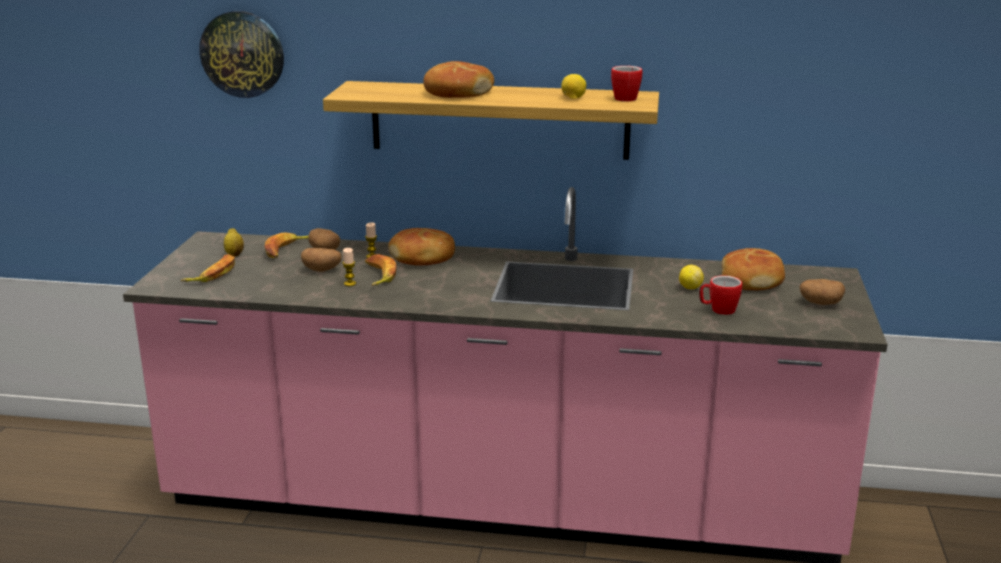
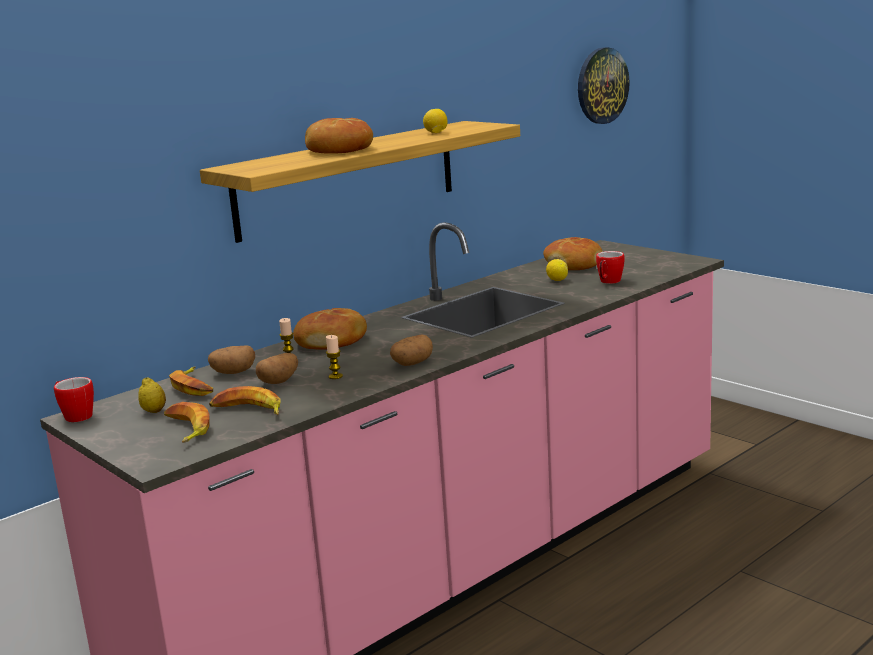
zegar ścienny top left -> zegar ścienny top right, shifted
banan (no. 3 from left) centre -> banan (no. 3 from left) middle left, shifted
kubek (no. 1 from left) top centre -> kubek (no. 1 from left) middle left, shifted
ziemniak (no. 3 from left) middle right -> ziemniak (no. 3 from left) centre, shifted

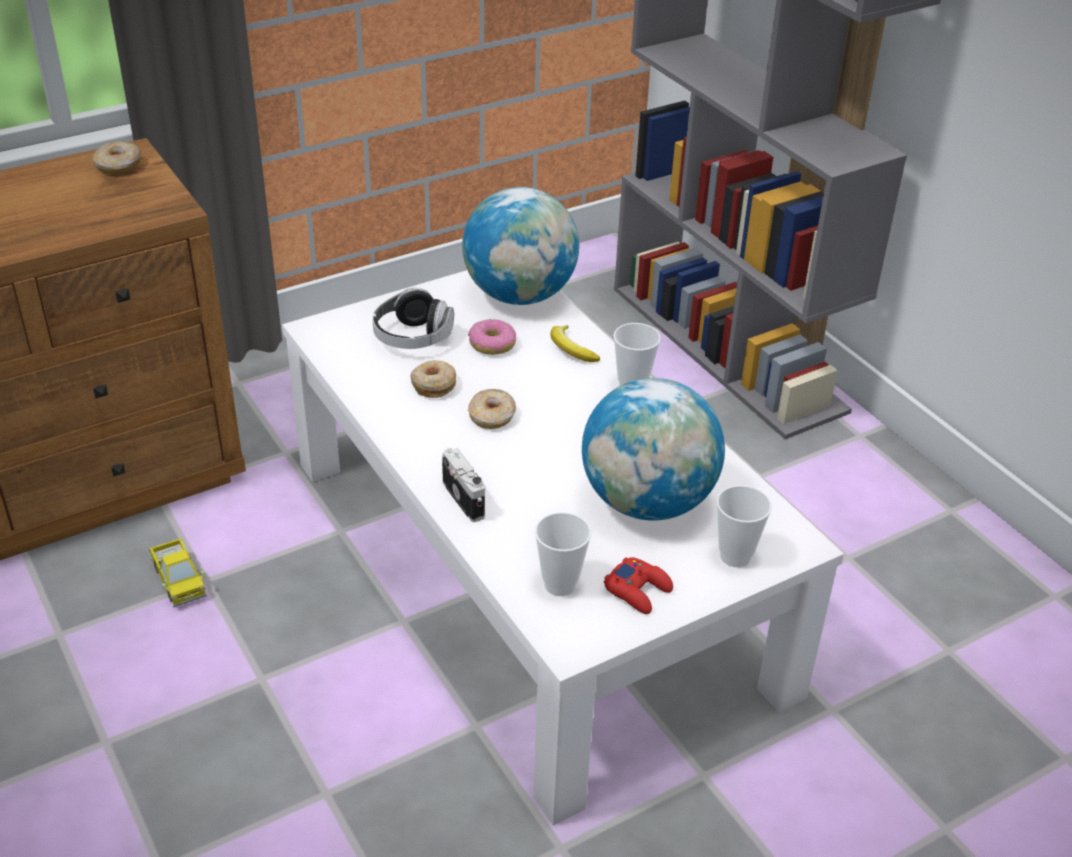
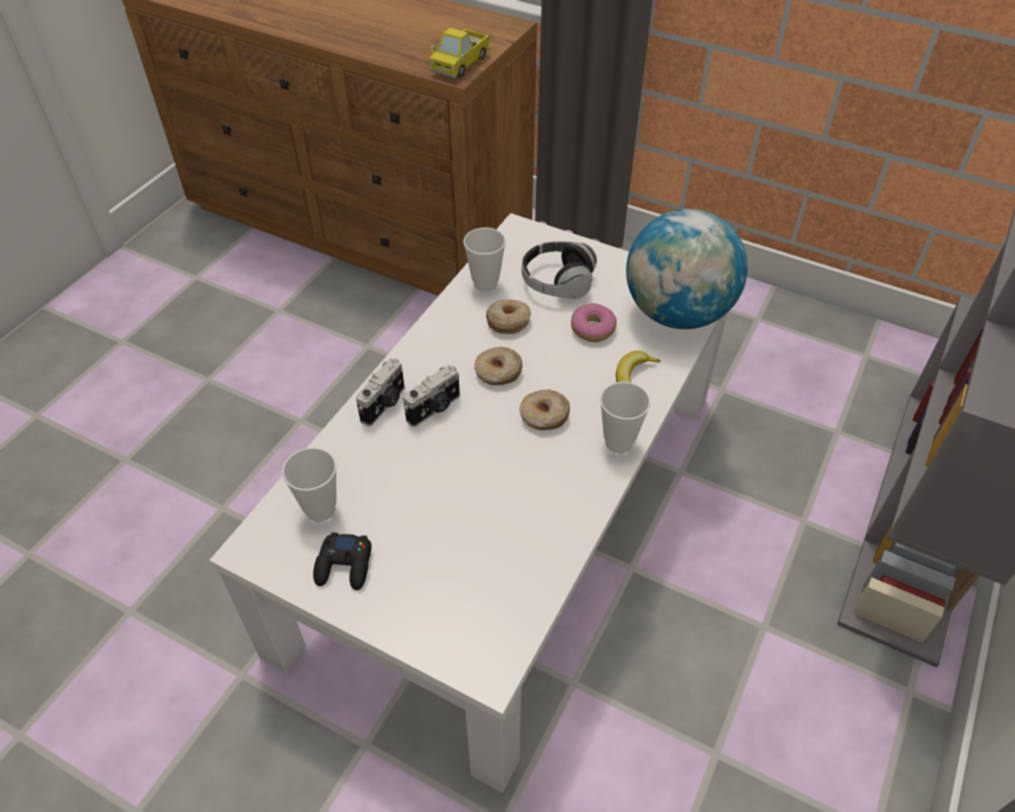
globus (no. 2 from left) centre -> none
none -> aparat fotograficzny (no. 2 from left) centre
donut (no. 1 from left in the first image) top left -> donut (no. 3 from left) centre, shifted
ciężarówka zabawkowa bottom left -> ciężarówka zabawkowa top centre, shifted
filiżanka (no. 3 from left in the first image) middle right -> filiżanka (no. 2 from left) top centre, shifted
pad do gier (czerwony) bottom centre -> pad do gier (czarny) bottom centre

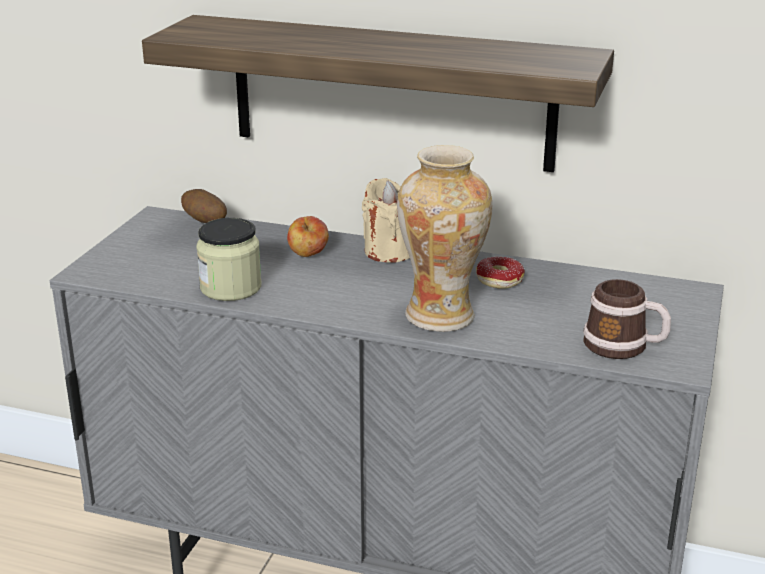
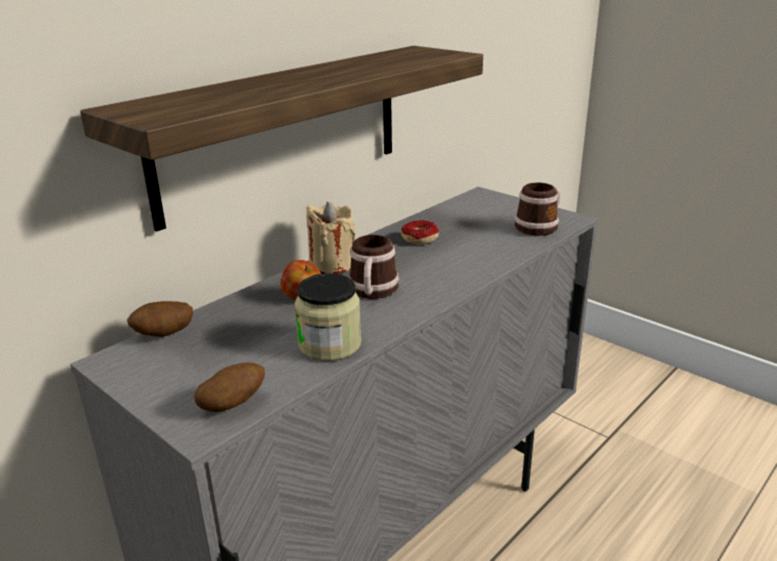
wazon centre -> none
none -> ziemniak (no. 2 from left) bottom left
none -> kubek (no. 1 from left) centre

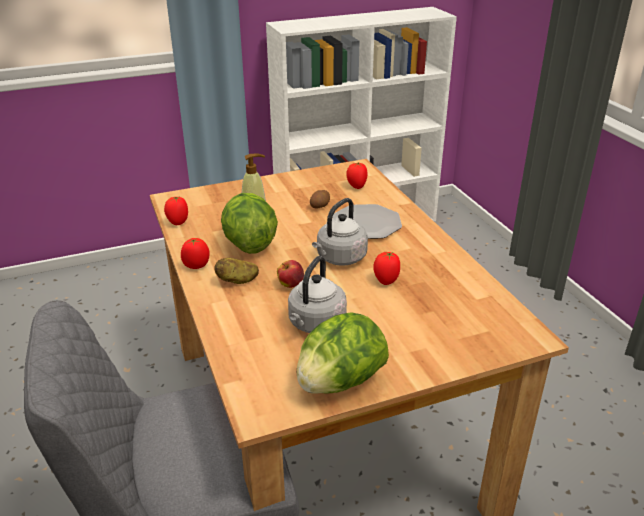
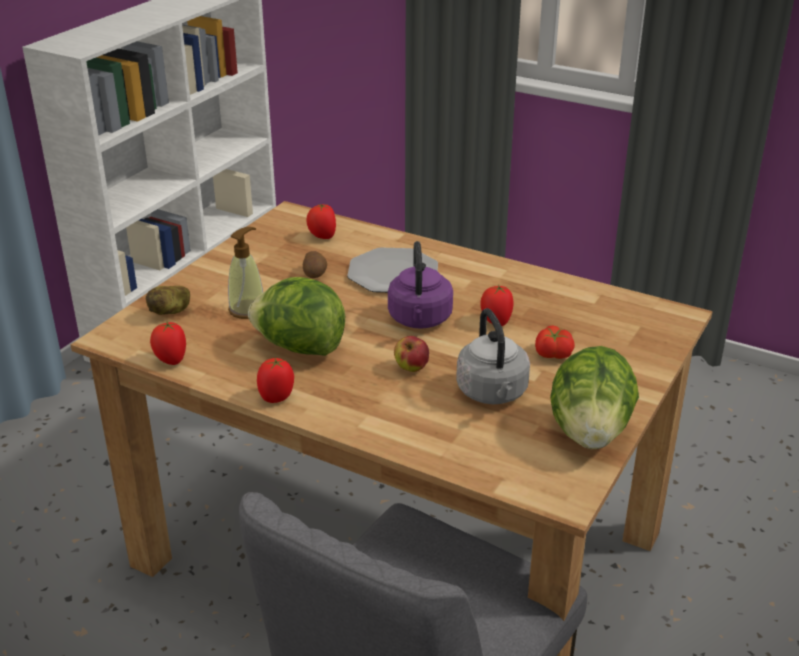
none -> pomidor (no. 5 from left) middle right
ziemniak (no. 1 from left) centre -> ziemniak (no. 1 from left) middle left, shifted
czajnik (szary) (no. 2 from left) centre -> czajnik (fioletowy) centre

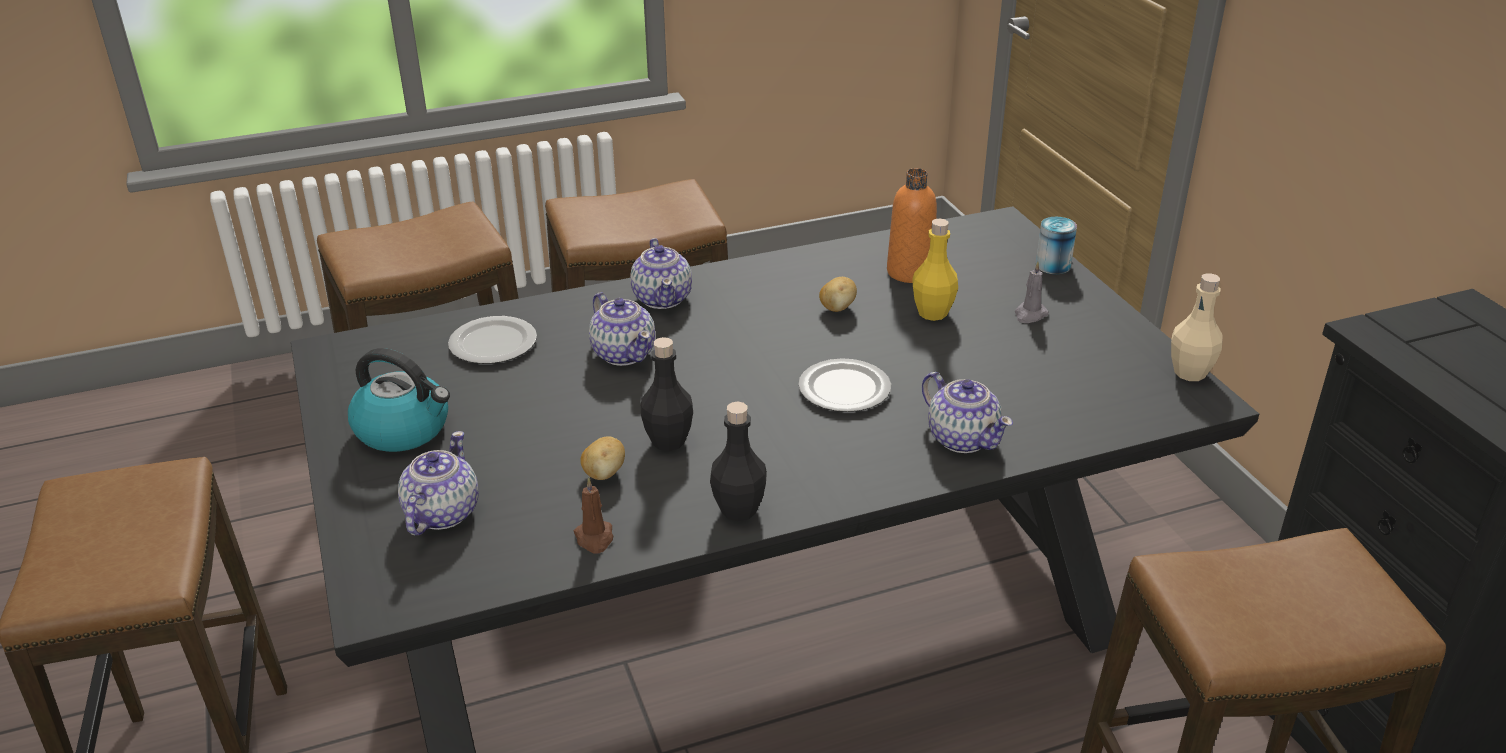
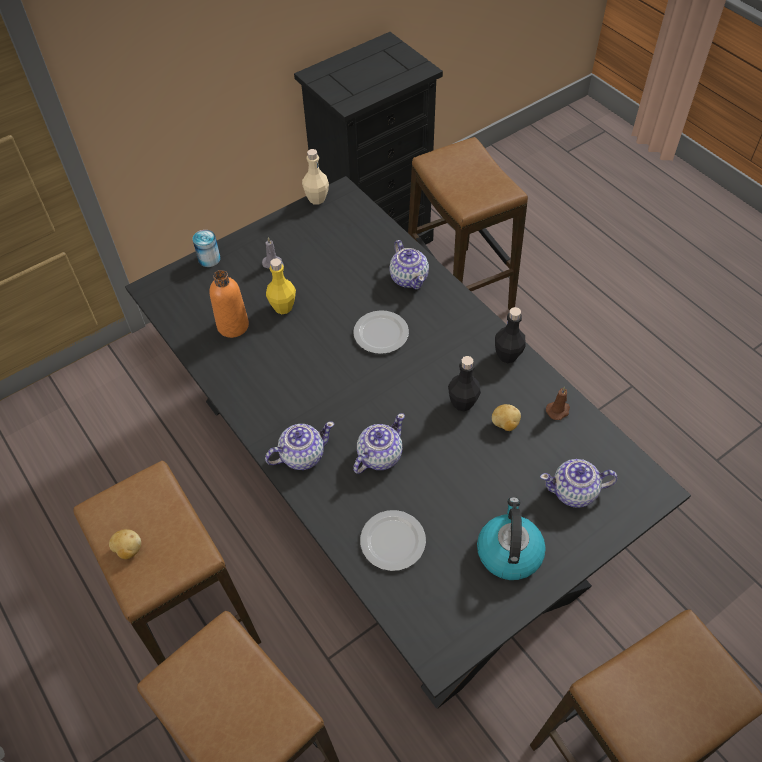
ziemniak (no. 2 from left in the first image) centre -> ziemniak (no. 1 from left) bottom left, shifted
imbryk (no. 4 from left in the first image) centre -> imbryk (no. 3 from left) centre, 120 degrees clockwise

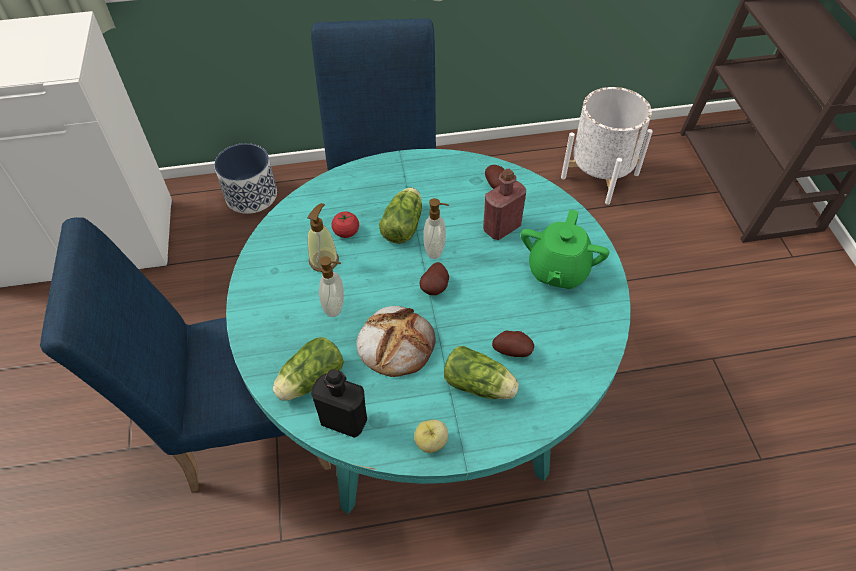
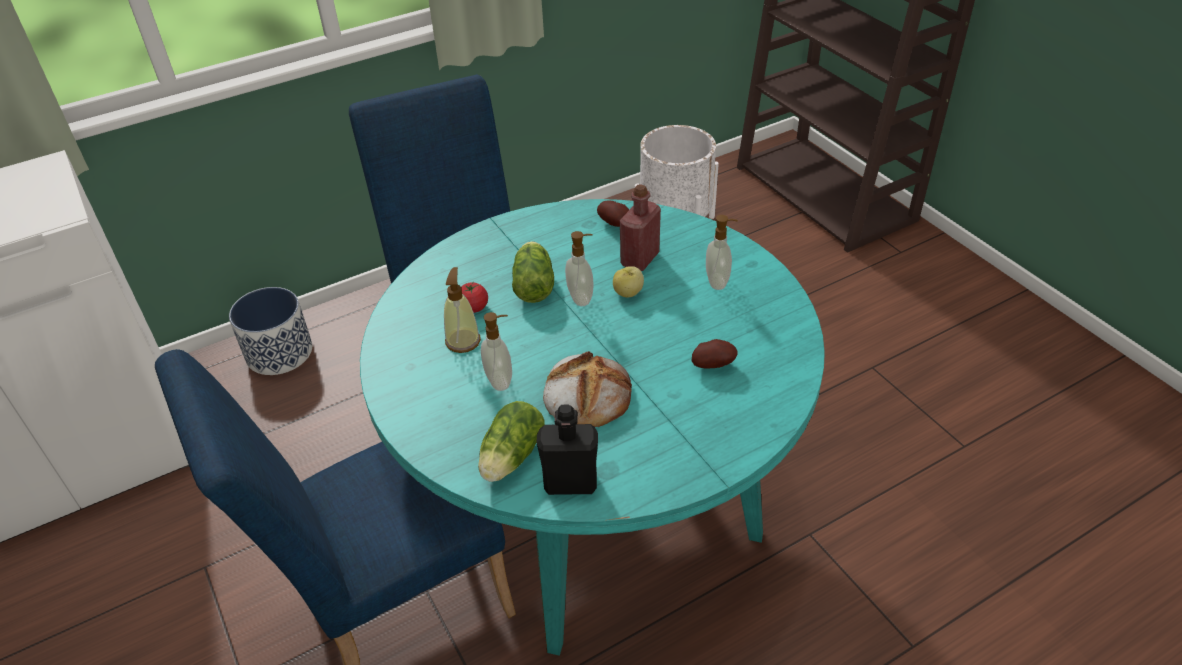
ziemniak (no. 1 from left) centre -> none
sałata (no. 3 from left) centre -> none
jabłko bottom centre -> jabłko centre, shifted
imbryk (zielony) centre -> dozownik mydła (no. 4 from left) centre

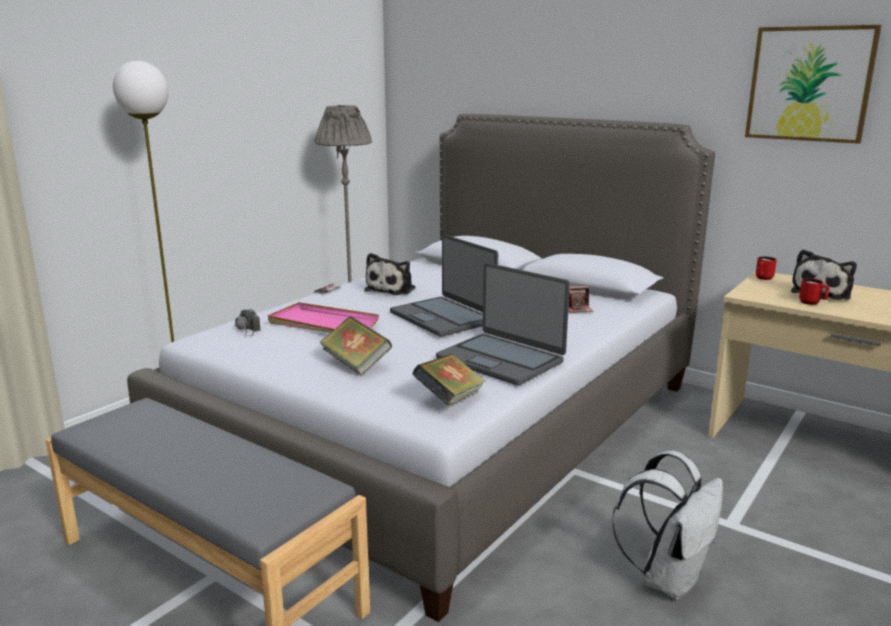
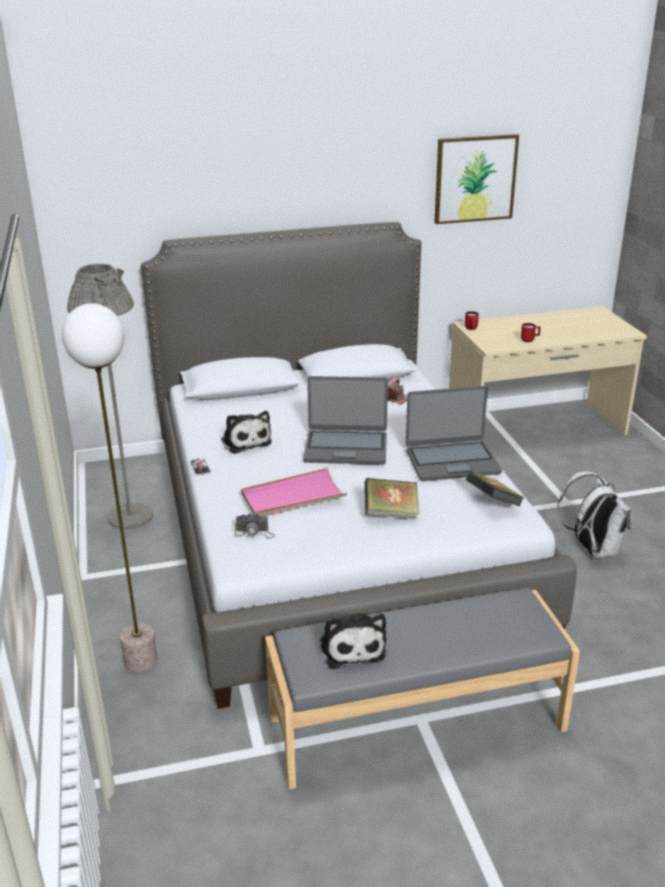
pluszak (no. 2 from left) middle right -> pluszak (no. 2 from left) bottom centre, shifted

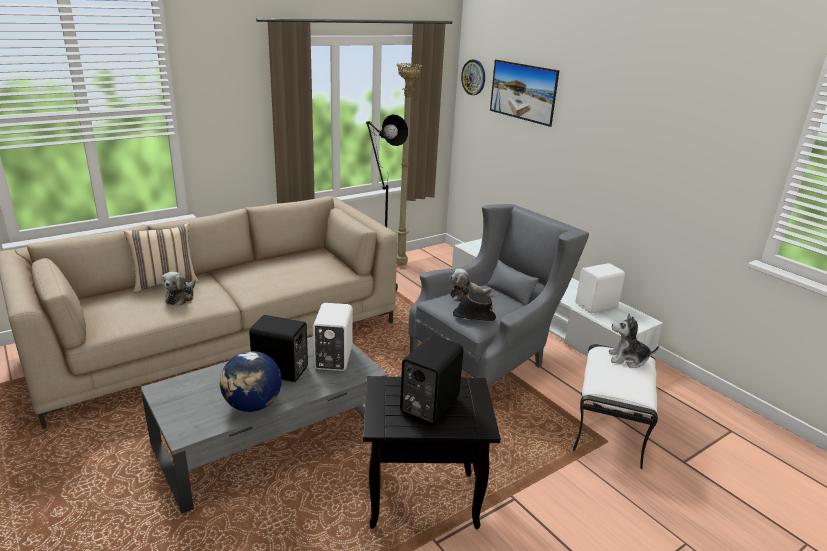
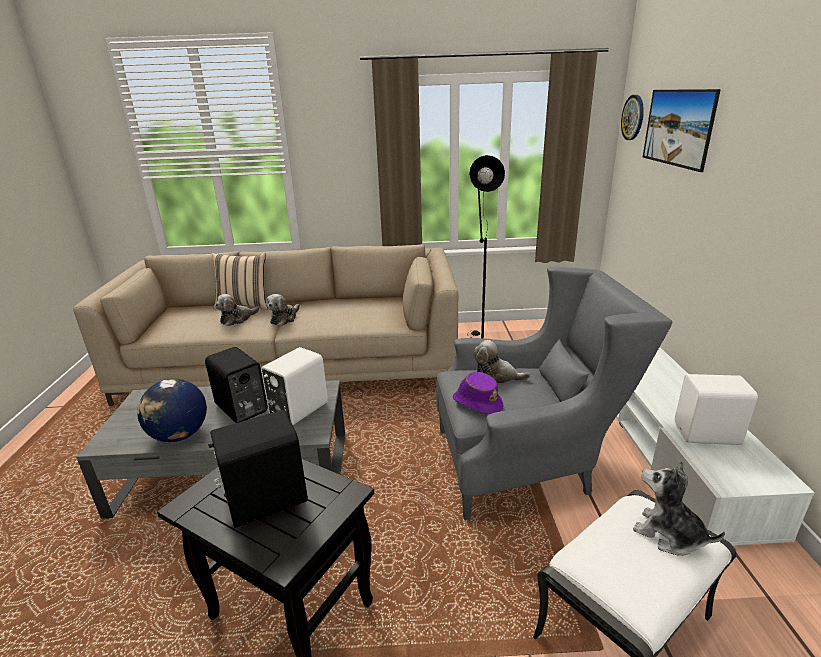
lampa stojąca (beżowy) top centre -> none
none -> pluszak (no. 2 from left) centre
kapelusz (czarny) centre -> kapelusz (fioletowy) centre

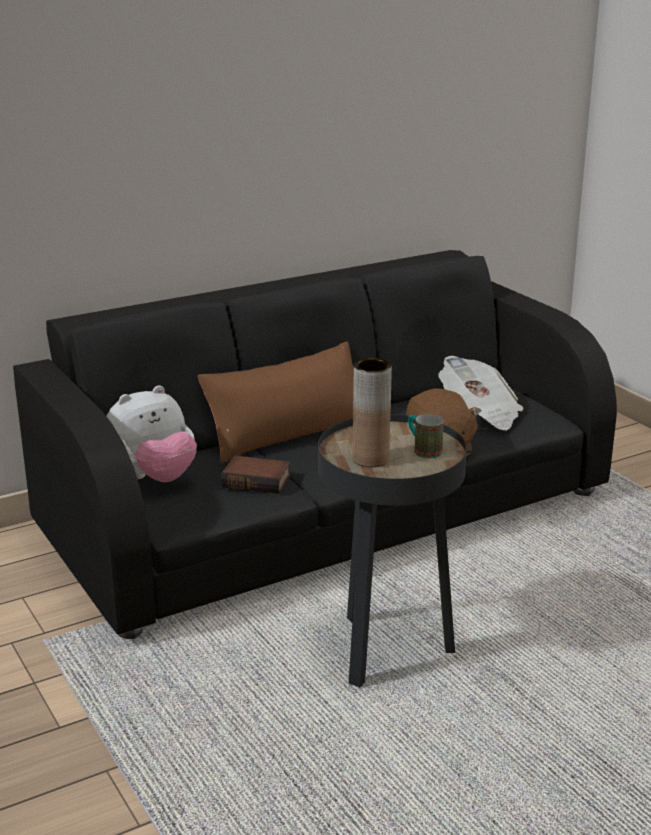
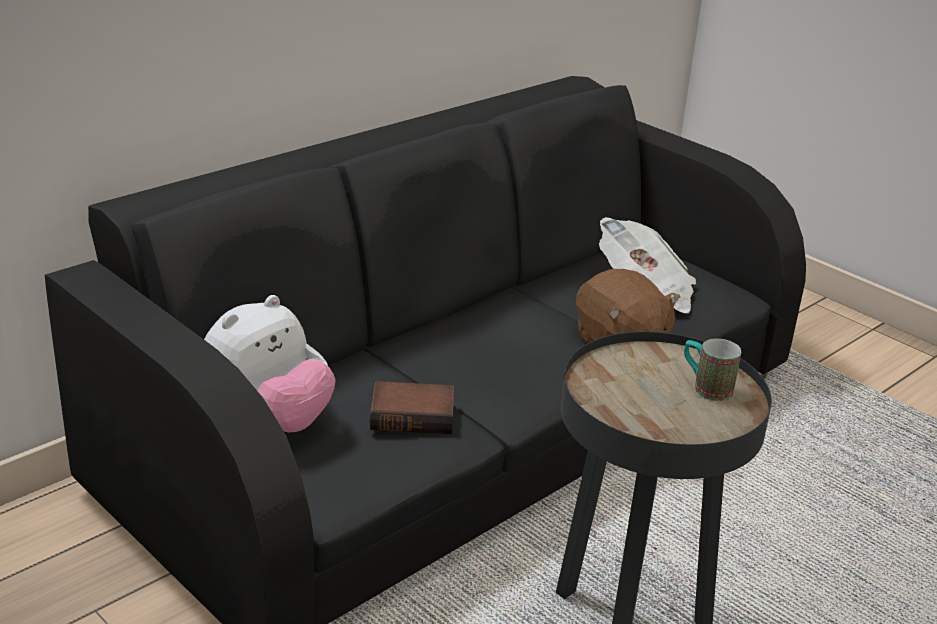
poduszka (brązowy) centre -> none
wazon (brązowy) centre -> none

